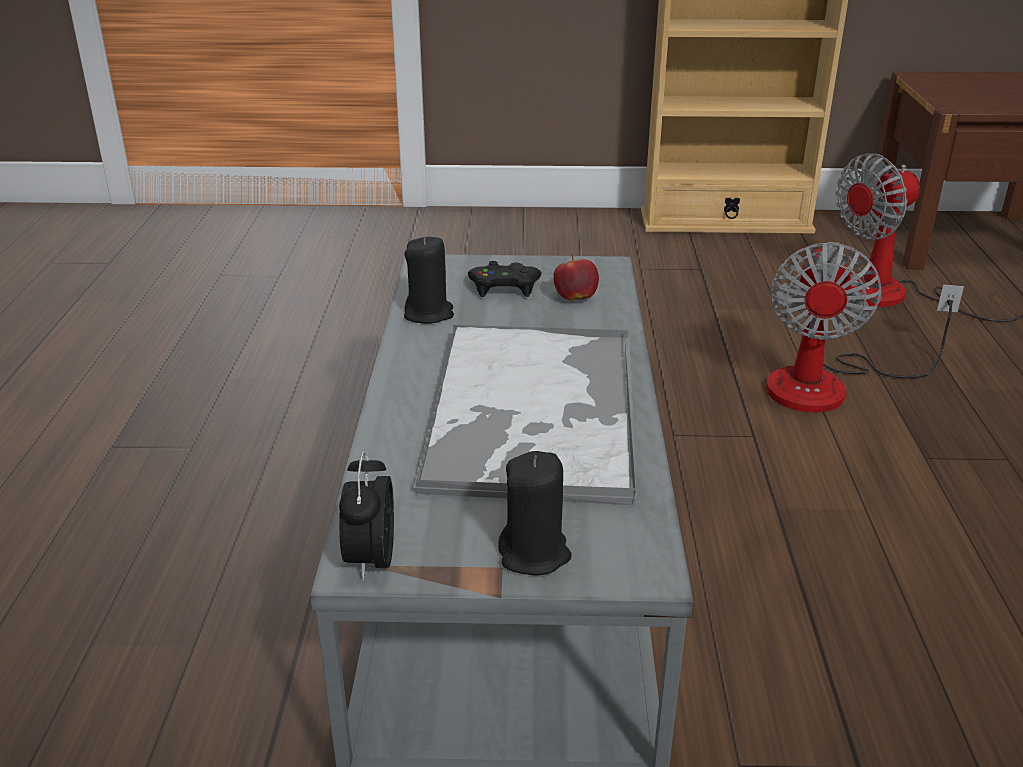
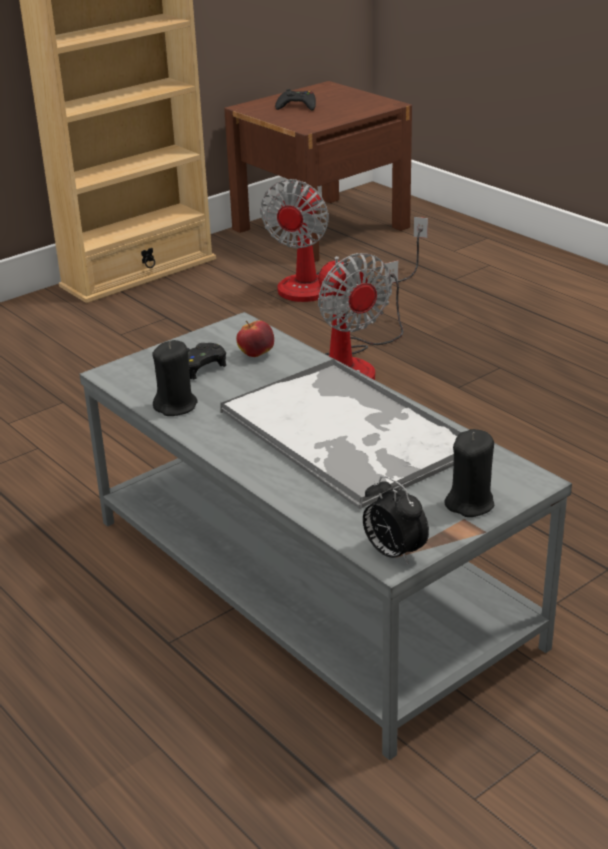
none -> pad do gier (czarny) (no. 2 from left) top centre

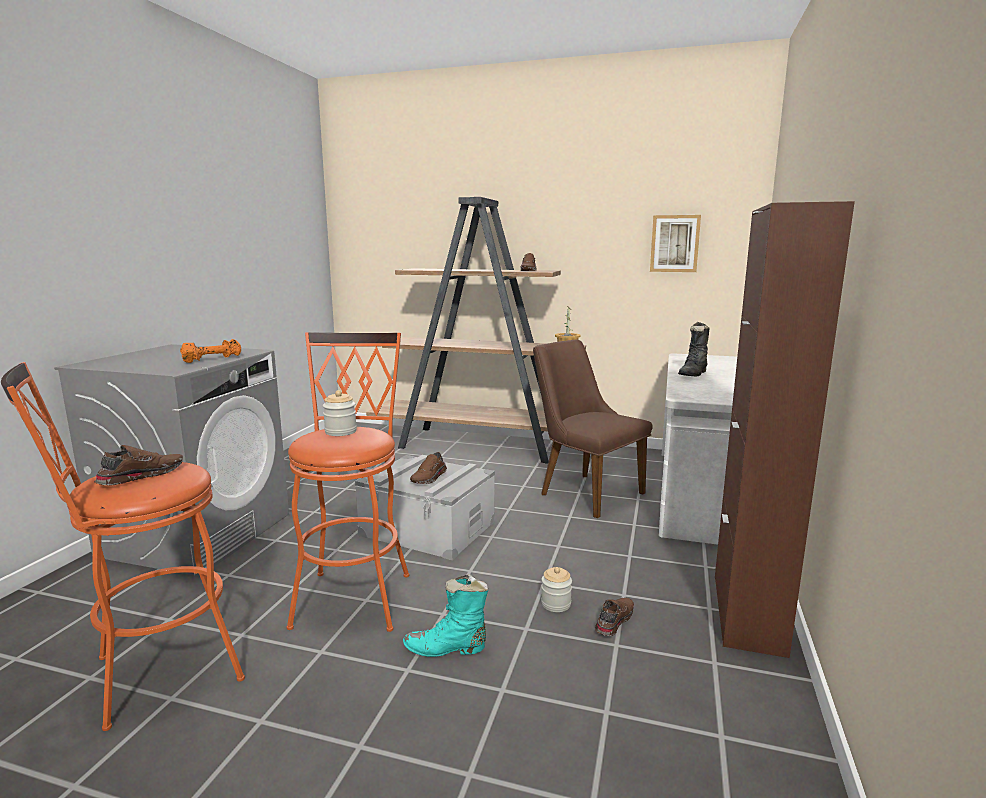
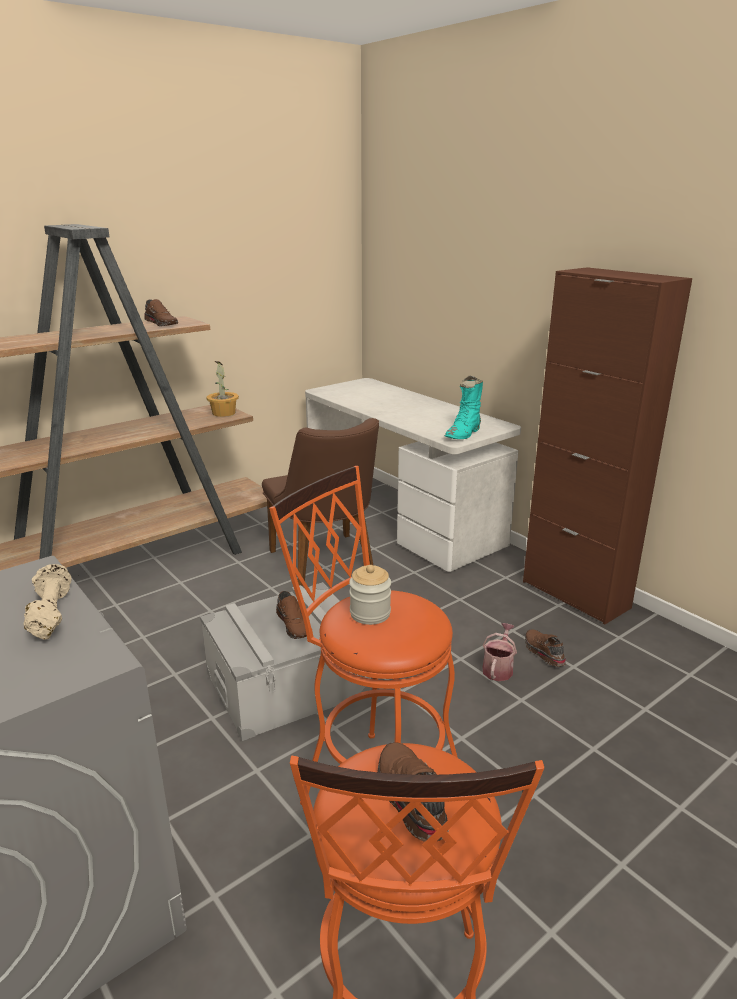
obraz top right -> none
but z cholewką (czarny) middle right -> none
but z cholewką (turkusowy) bottom centre -> but z cholewką (turkusowy) centre, shifted
słoik (no. 2 from left) bottom centre -> konewka middle right
hantel (pomarańczowy) middle left -> hantel (beżowy) middle left
krzesło (brązowy) centre, 105 degrees counterclockwise

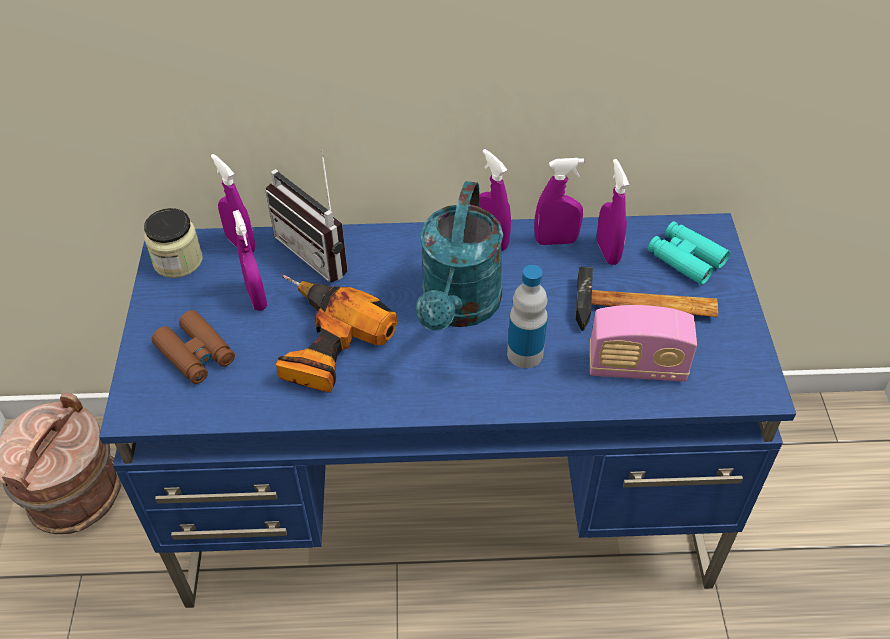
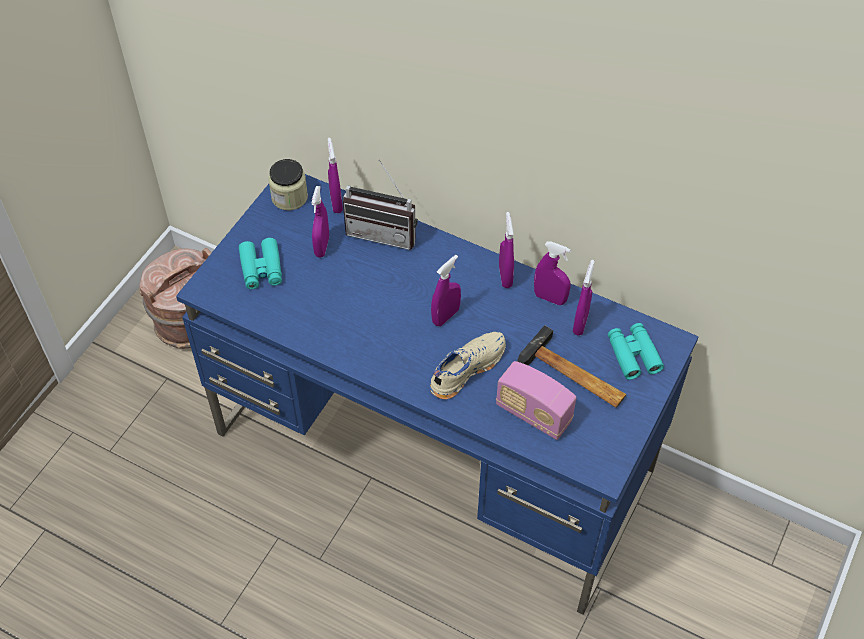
wiertarka centre -> none
konewka (turkusowy) centre -> spryskiwacz (fioletowy) (no. 3 from left) centre
butelka centre -> but (beżowy) centre
lornetka (brązowy) middle left -> lornetka (turkusowy) (no. 1 from left) middle left
radio (no. 1 from left) centre -> radio (no. 1 from left) top centre, 60 degrees counterclockwise

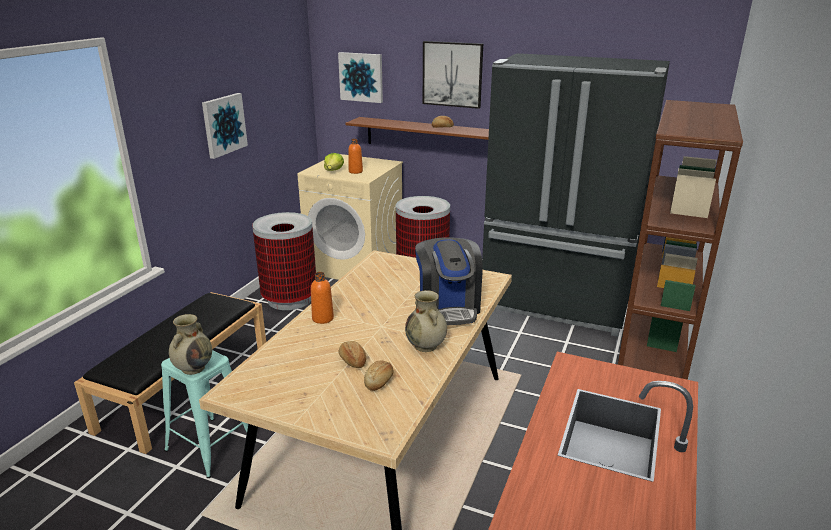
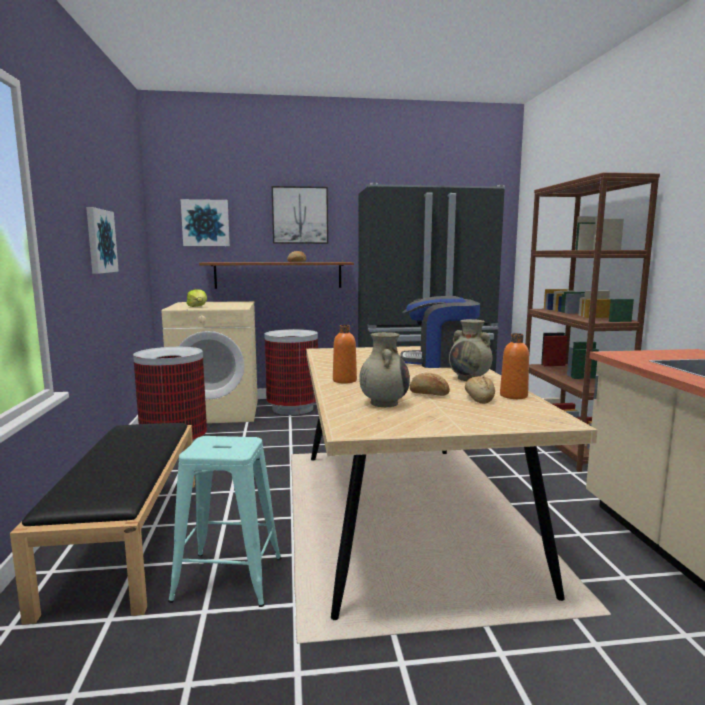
wazon (beżowy) (no. 1 from left) middle left -> wazon (beżowy) (no. 1 from left) centre, shifted
butelka (pomarańczowy) (no. 2 from left) top centre -> butelka (pomarańczowy) (no. 2 from left) middle right, shifted
ekspres do kawy centre, 135 degrees clockwise

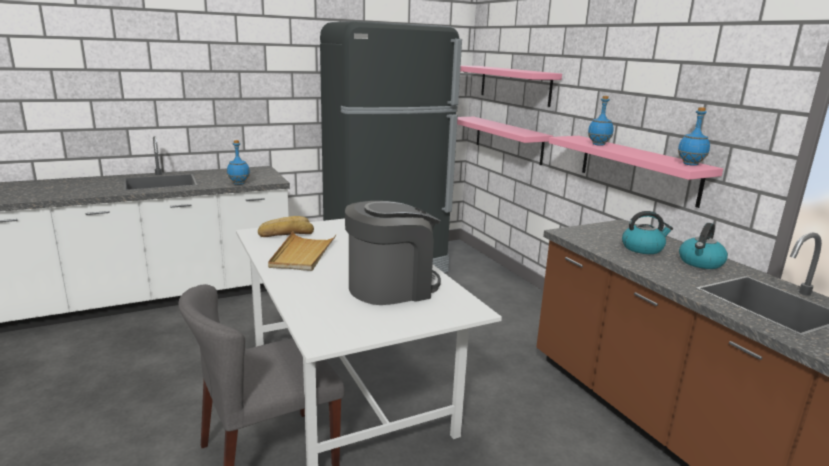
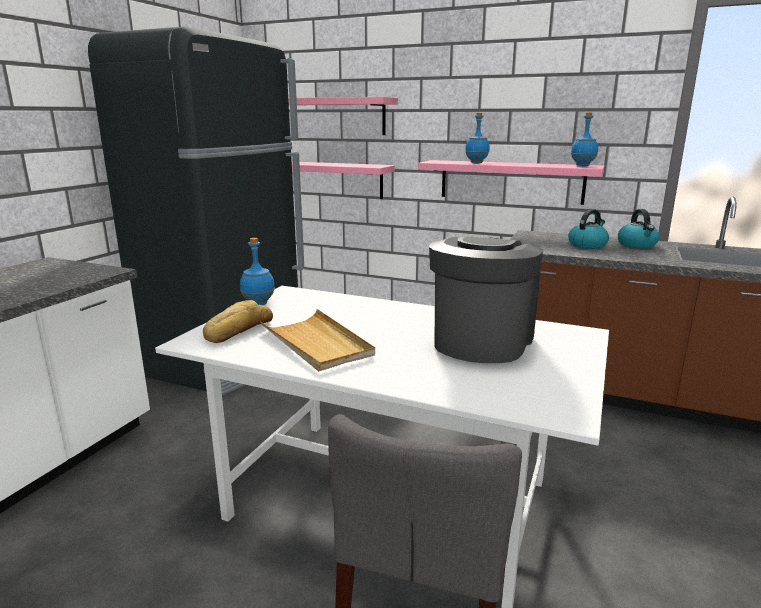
butelka (niebieski) (no. 1 from left) middle left -> butelka (niebieski) (no. 1 from left) centre, shifted

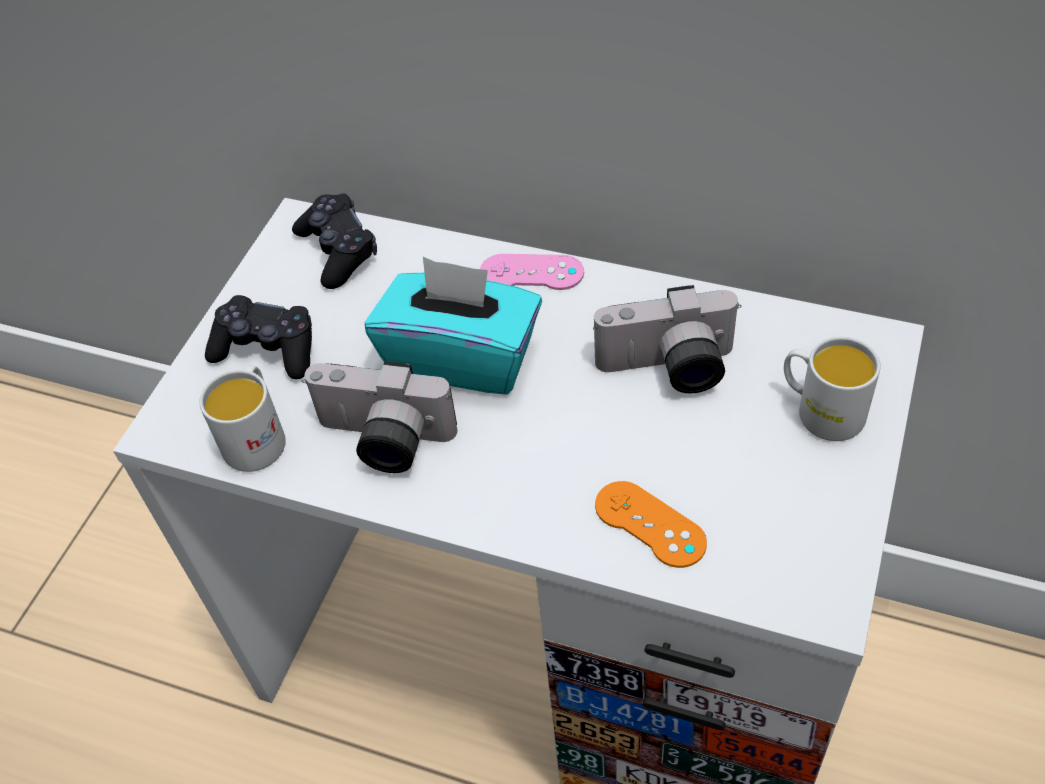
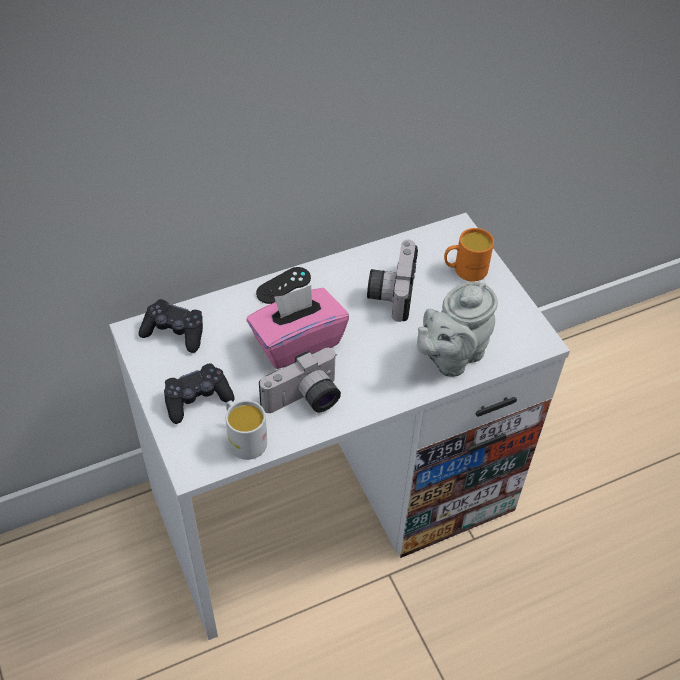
pad do gier (pomarańczowy) bottom centre -> imbryk (szary) middle right
pudełko chusteczek (turkusowy) centre -> pudełko chusteczek (różowy) centre
pad do gier (różowy) centre -> pad do gier (czarny) (no. 3 from left) centre
kubek (biały) (no. 2 from left) middle right -> kubek (pomarańczowy) middle right
aparat fotograficzny (no. 2 from left) centre, 150 degrees clockwise

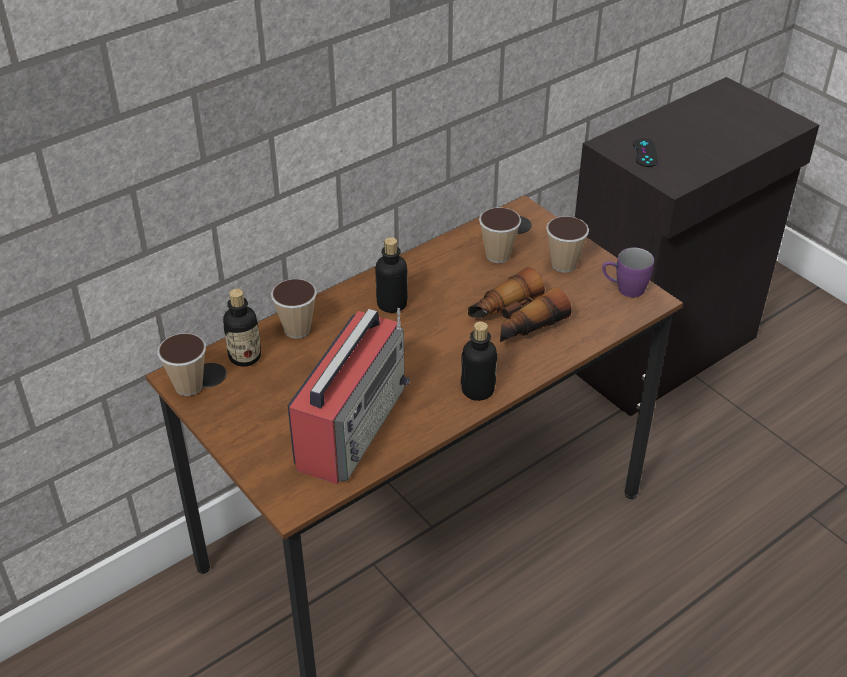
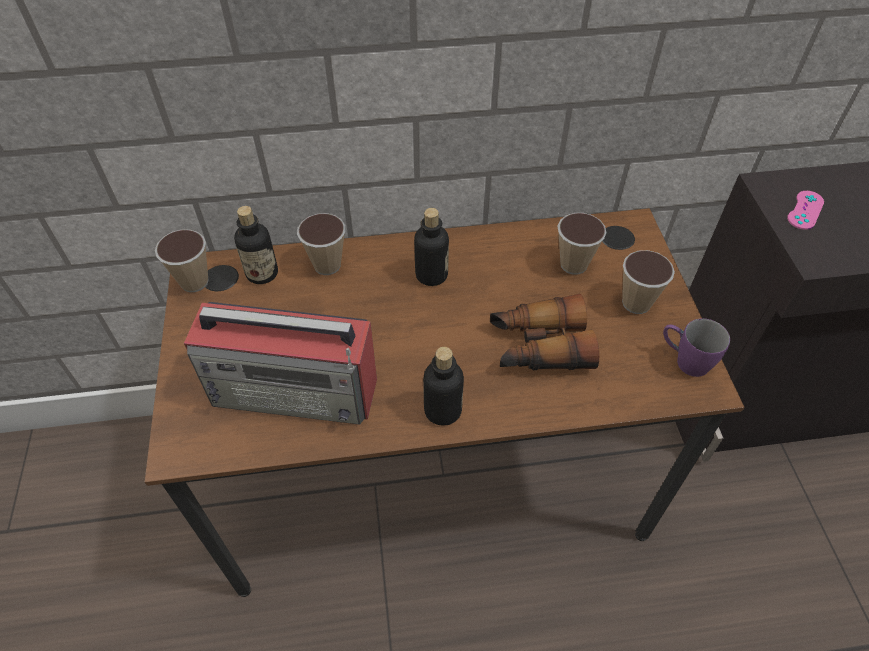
pad do gier (czarny) top right -> pad do gier (różowy) top right
radio centre -> radio middle left, 45 degrees clockwise

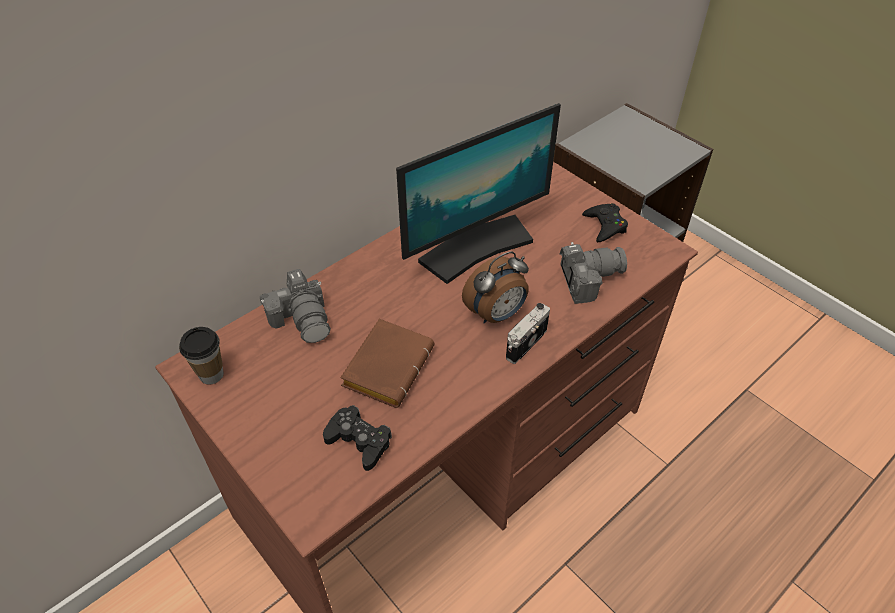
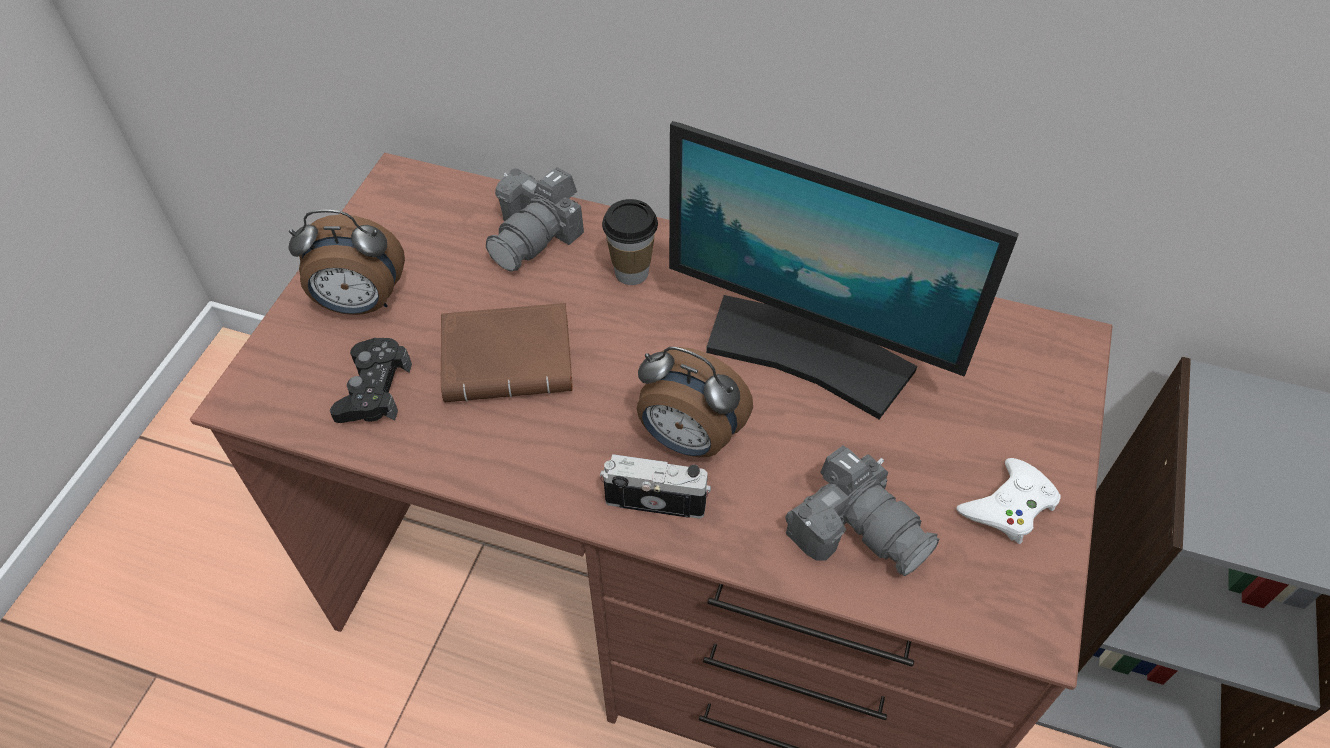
none -> budzik (no. 1 from left) middle left
filiżanka middle left -> filiżanka top centre, shifted
pad do gier (czarny) (no. 2 from left) middle right -> pad do gier (biały) bottom right

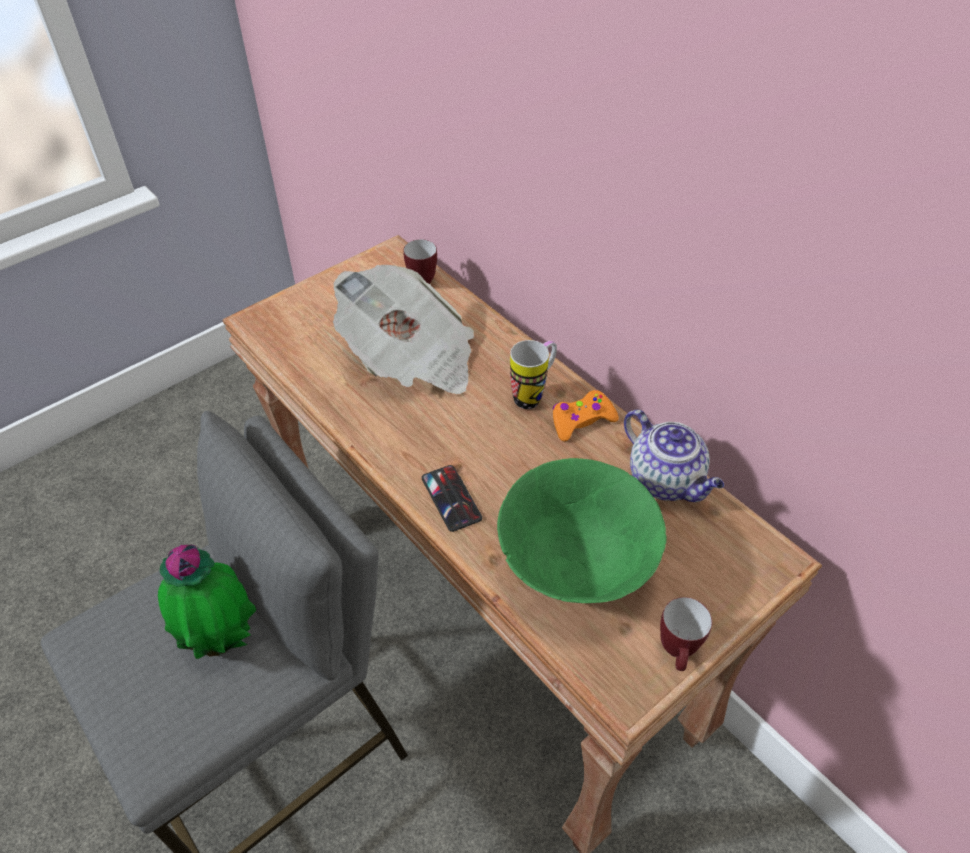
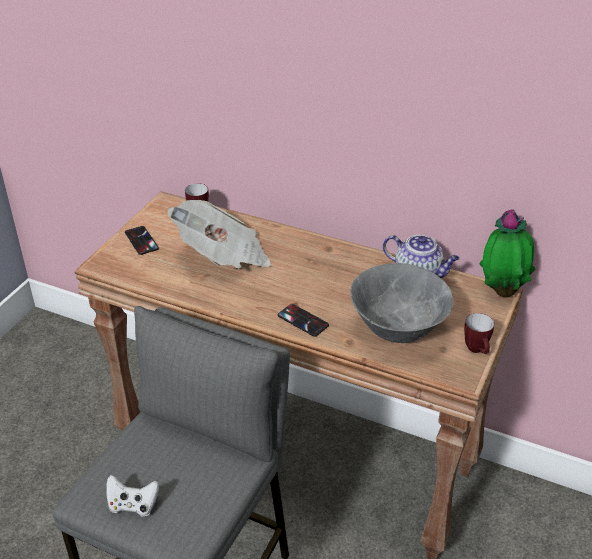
kubek (no. 2 from left) centre -> none
pad do gier (pomarańczowy) centre -> none
none -> pad do gier (biały) bottom left
none -> telefon (no. 1 from left) middle left
roślina doniczkowa bottom left -> roślina doniczkowa middle right, shifted
miska (zielony) centre -> miska (szary) middle right

